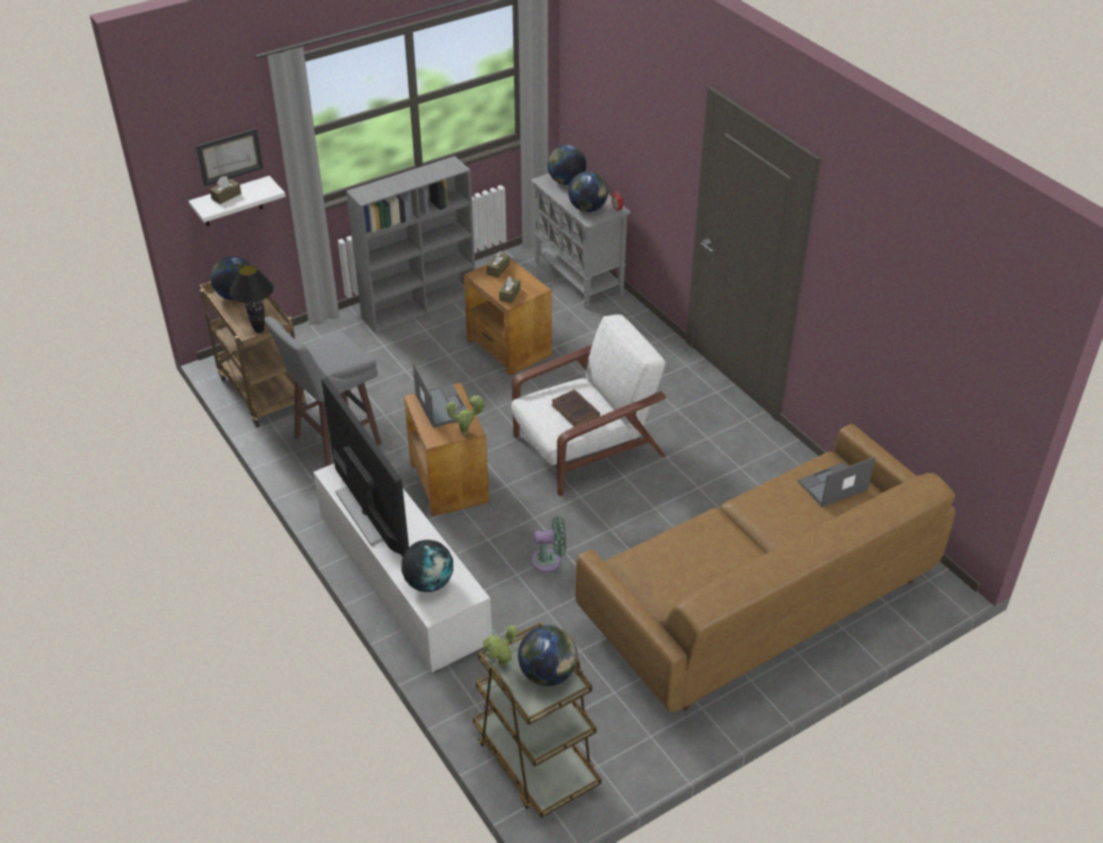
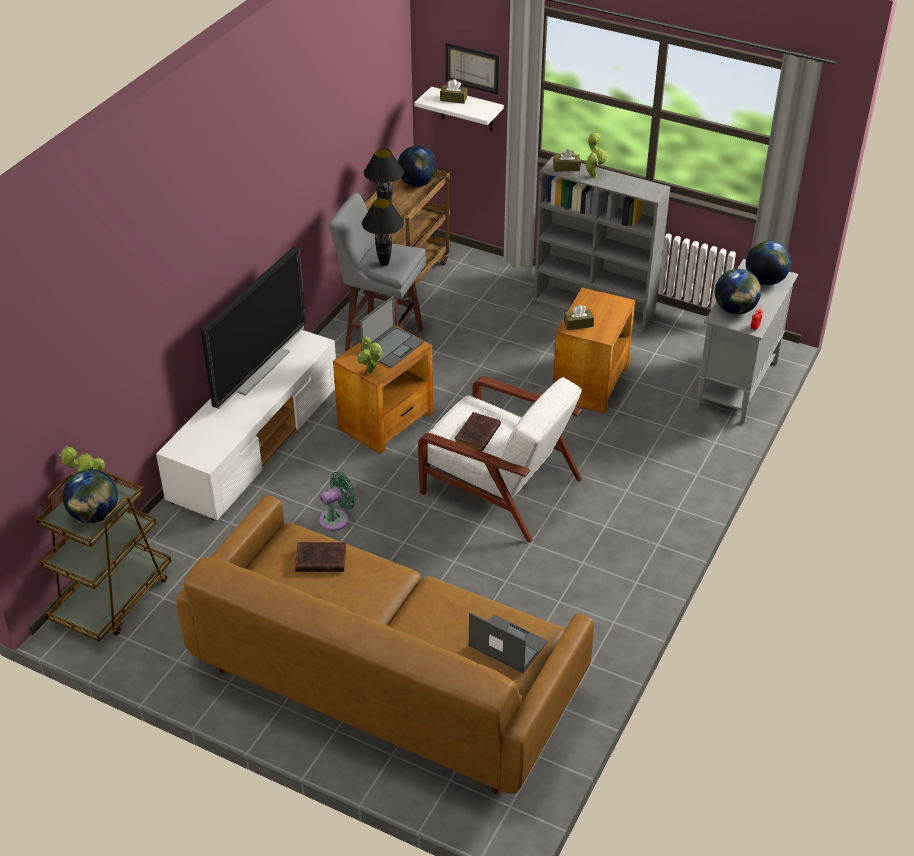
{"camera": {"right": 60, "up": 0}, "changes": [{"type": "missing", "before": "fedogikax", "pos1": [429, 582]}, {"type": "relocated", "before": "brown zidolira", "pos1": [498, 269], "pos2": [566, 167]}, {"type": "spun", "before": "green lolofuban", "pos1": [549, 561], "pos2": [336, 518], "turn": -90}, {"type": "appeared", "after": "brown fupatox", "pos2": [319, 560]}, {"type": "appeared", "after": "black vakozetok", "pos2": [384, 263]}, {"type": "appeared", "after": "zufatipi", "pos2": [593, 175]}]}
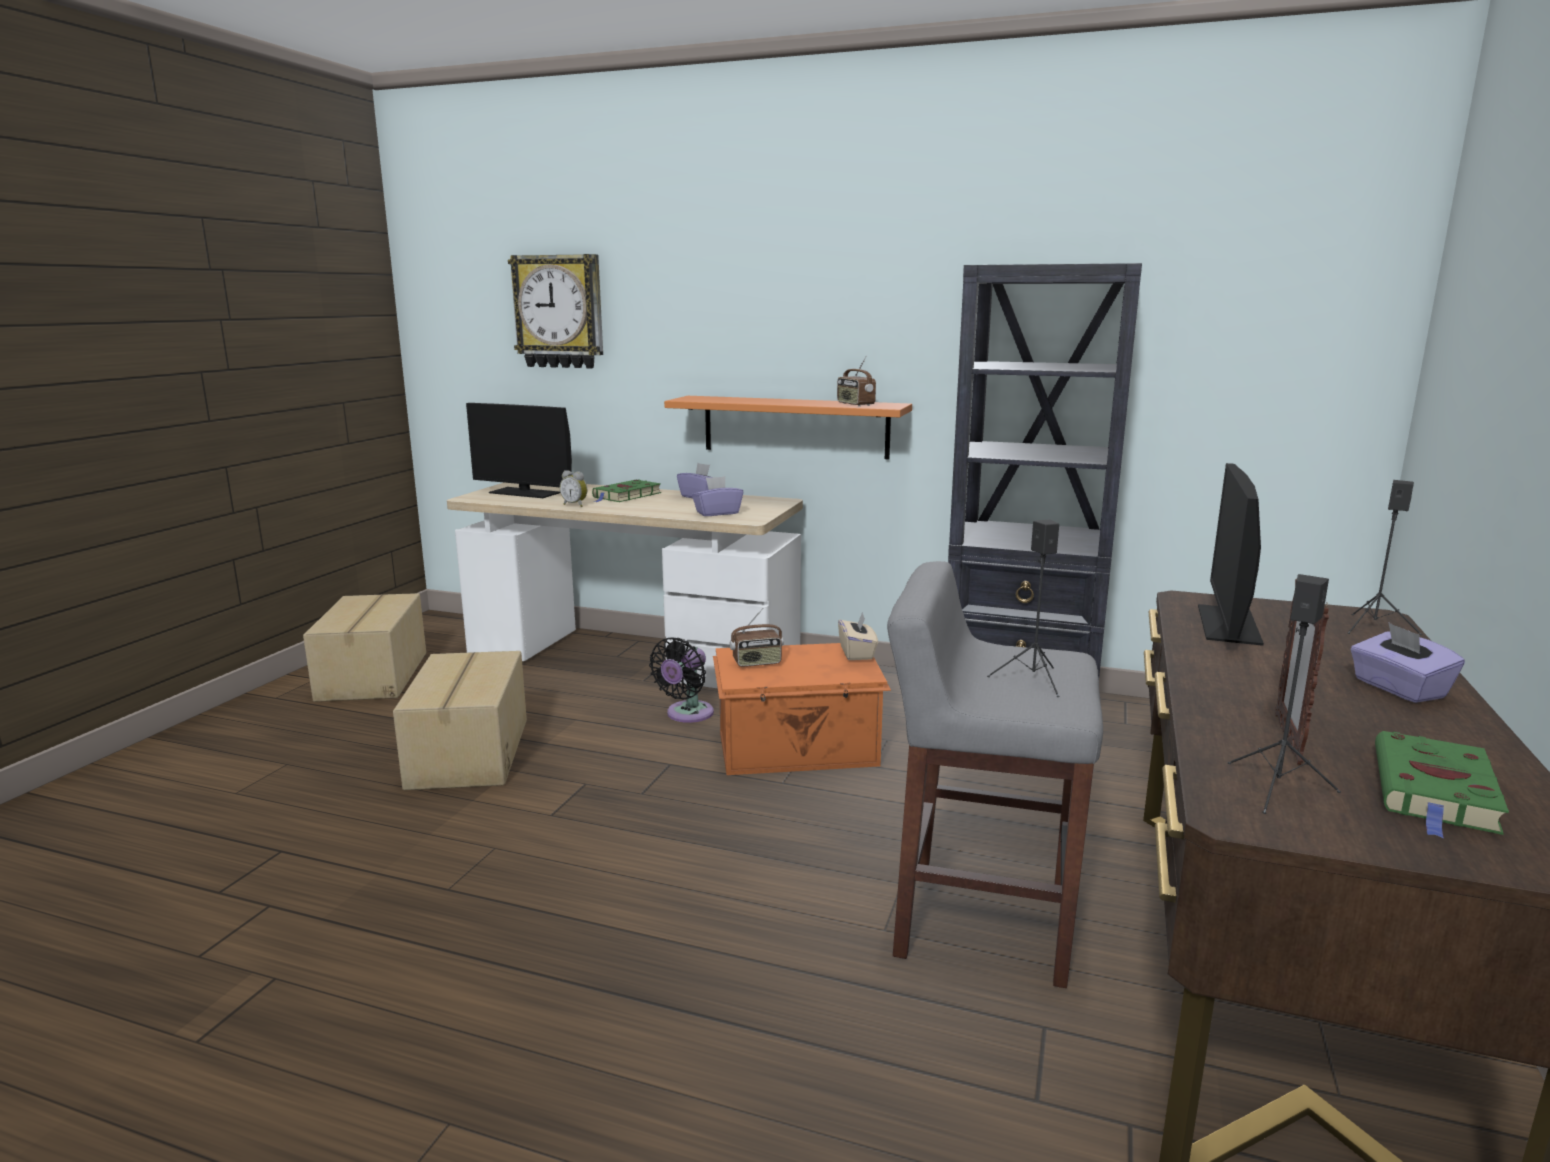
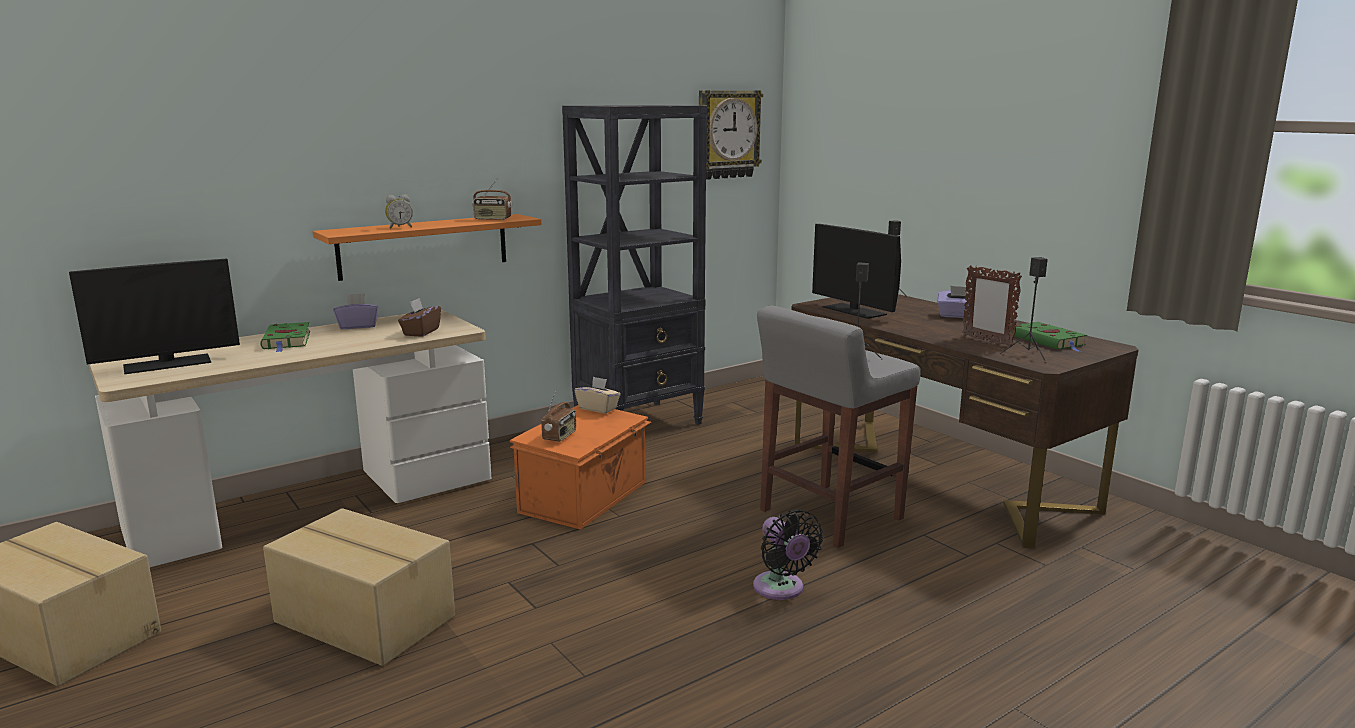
{"camera": {"right": -55, "up": 0}, "changes": [{"type": "relocated", "before": "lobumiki", "pos1": [559, 312], "pos2": [727, 134]}, {"type": "relocated", "before": "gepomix", "pos1": [575, 505], "pos2": [400, 227]}, {"type": "relocated", "before": "black lolofuban", "pos1": [687, 714], "pos2": [781, 589]}, {"type": "colour", "before": "purple zidolira", "after": "brown zidolira", "pos1": [717, 513], "pos2": [421, 332]}]}
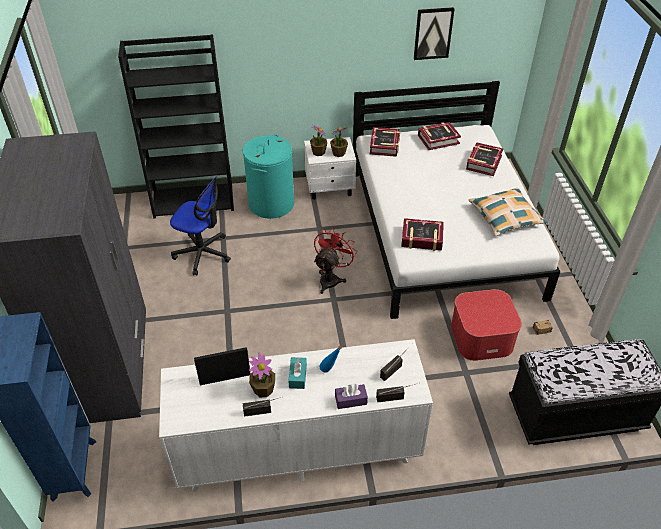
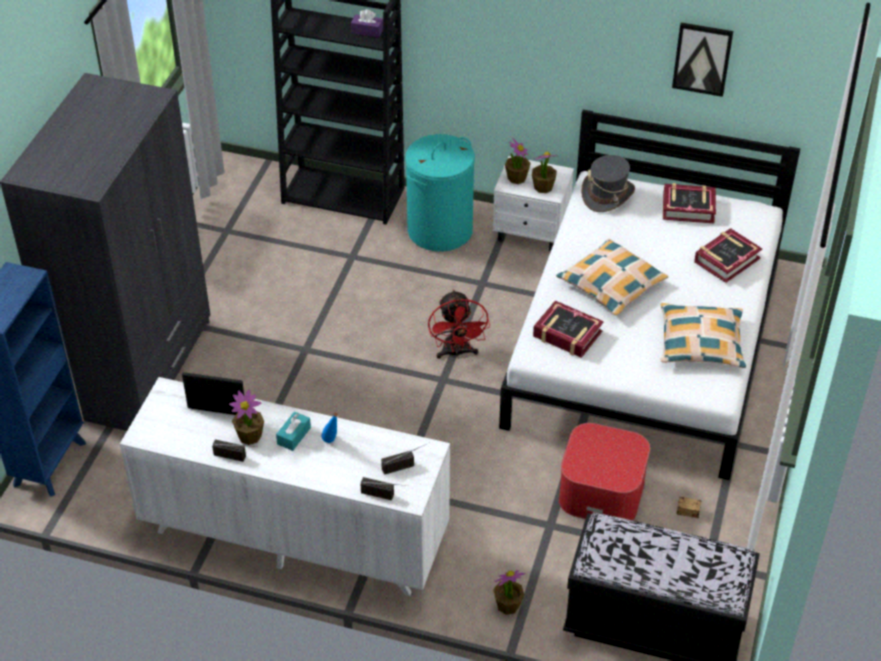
{"camera": {"right": 25, "up": 0}, "changes": [{"type": "missing", "before": "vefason", "pos1": [203, 253]}, {"type": "spun", "before": "red lolofuban", "pos1": [331, 278], "pos2": [456, 353], "turn": 120}, {"type": "relocated", "before": "purple zidolira", "pos1": [351, 400], "pos2": [367, 31]}, {"type": "exchanged", "before": "fupatox", "after": "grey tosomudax", "pos1": [385, 145], "pos2": [607, 195]}, {"type": "appeared", "after": "zufatipi", "pos2": [507, 605]}, {"type": "appeared", "after": "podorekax", "pos2": [611, 284]}]}
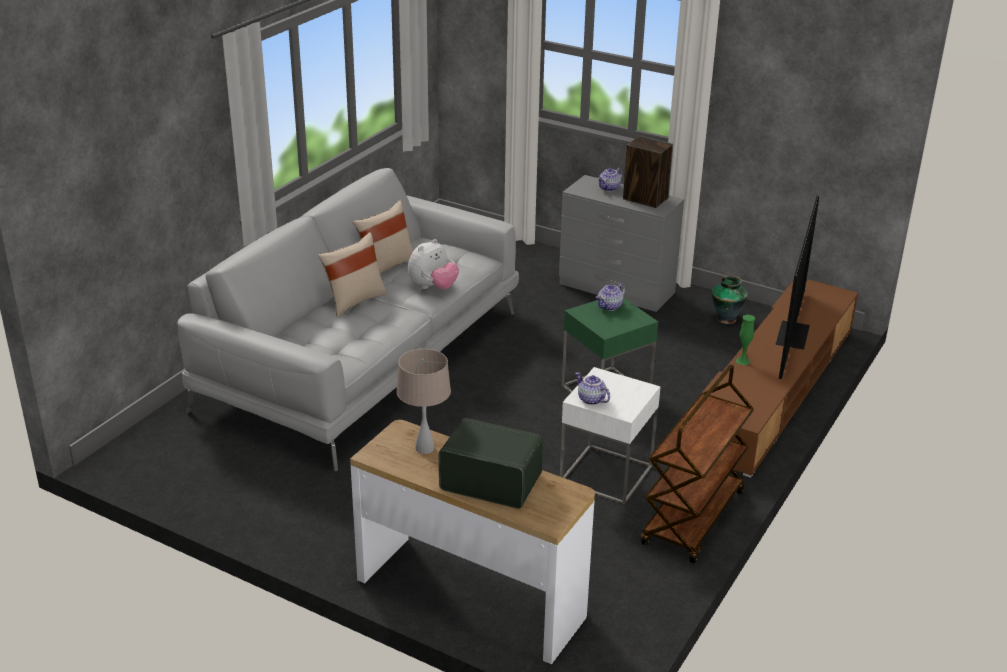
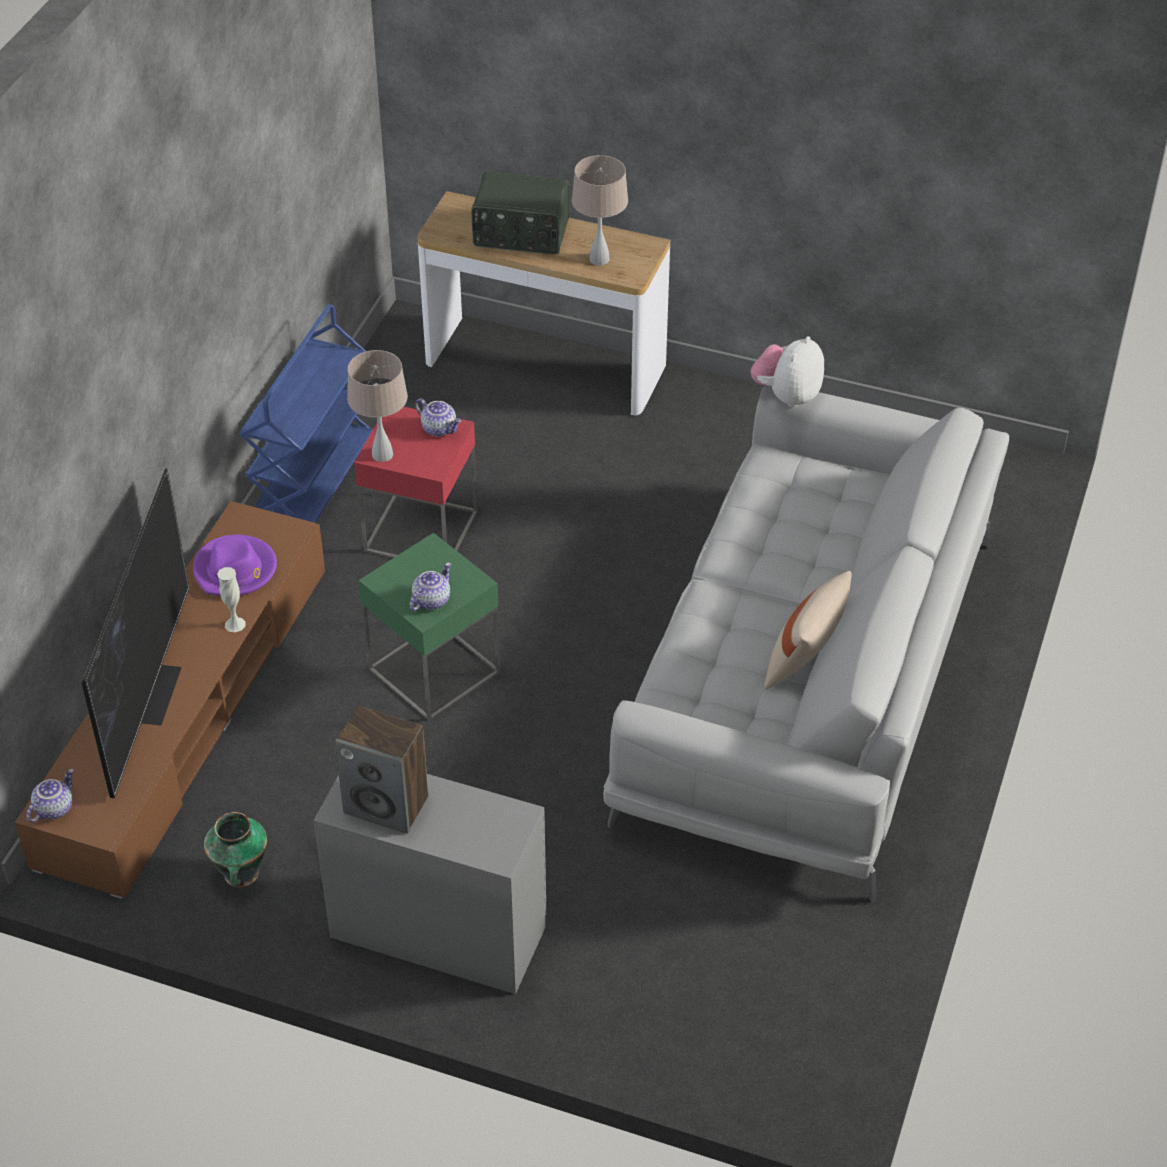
{"camera": {"right": 170, "up": 15}, "changes": [{"type": "missing", "before": "beige podorekax", "pos1": [354, 301]}, {"type": "relocated", "before": "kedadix", "pos1": [433, 287], "pos2": [787, 395]}, {"type": "colour", "before": "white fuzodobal", "after": "red fuzodobal", "pos1": [606, 474], "pos2": [421, 531]}, {"type": "relocated", "before": "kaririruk", "pos1": [609, 188], "pos2": [54, 808]}, {"type": "colour", "before": "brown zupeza", "after": "blue zupeza", "pos1": [693, 519], "pos2": [313, 485]}, {"type": "colour", "before": "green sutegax", "after": "white sutegax", "pos1": [743, 361], "pos2": [235, 624]}, {"type": "appeared", "after": "purple tosomudax", "pos2": [235, 570]}, {"type": "appeared", "after": "beige vakozetok", "pos2": [382, 454]}]}
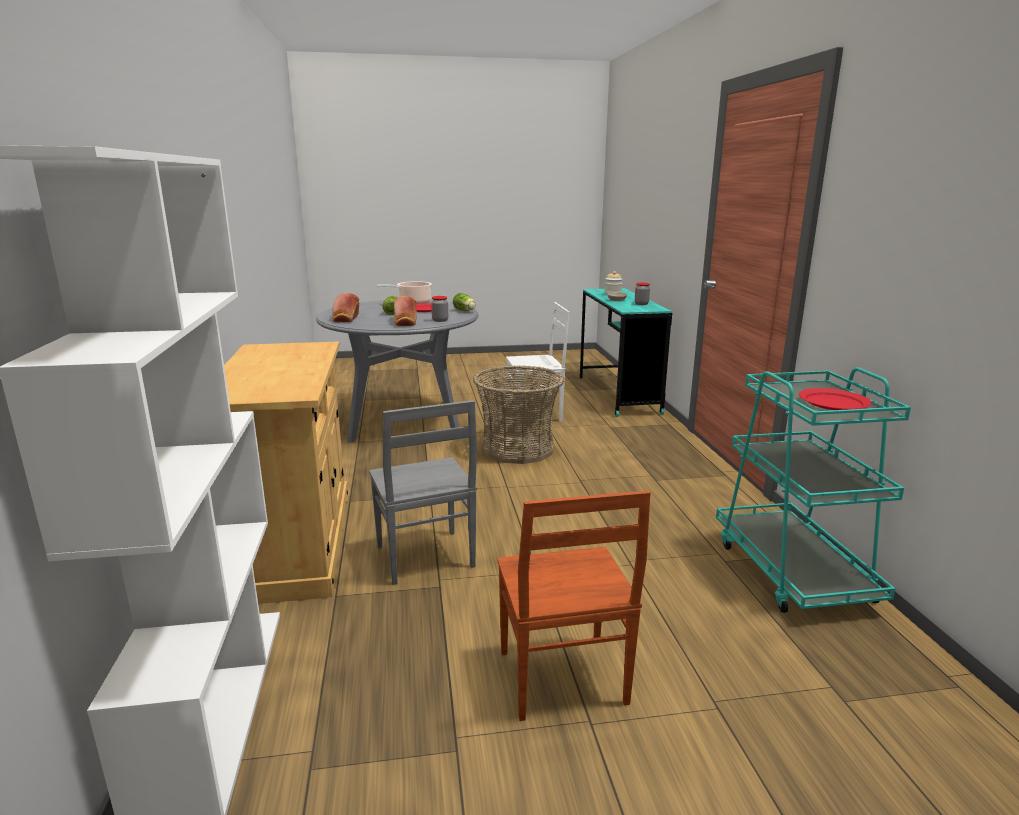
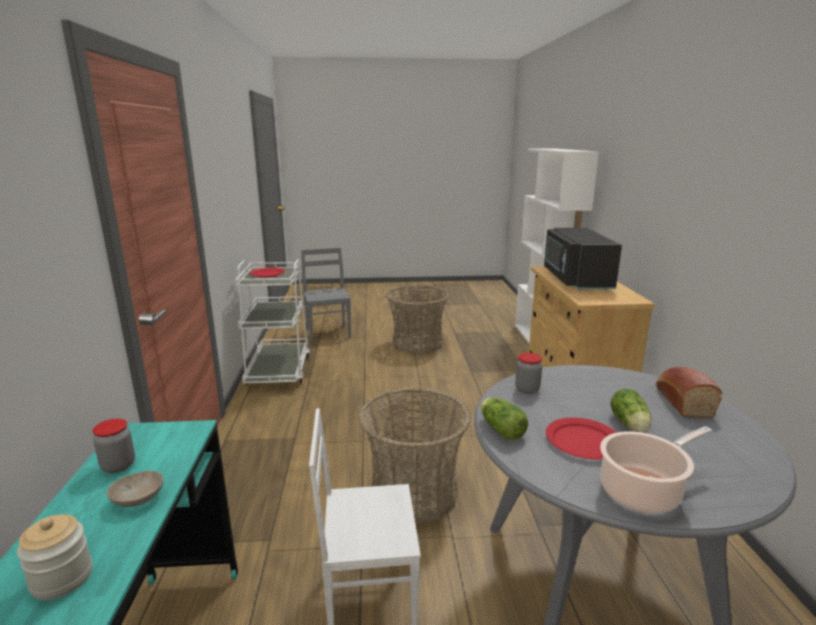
{"camera": {"right": -175, "up": 0}, "changes": [{"type": "relocated", "before": "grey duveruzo", "pos1": [424, 558], "pos2": [329, 333]}, {"type": "missing", "before": "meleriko", "pos1": [405, 322]}, {"type": "exchanged", "before": "brown duveruzo", "after": "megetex", "pos1": [560, 679], "pos2": [417, 343]}, {"type": "colour", "before": "turquoise zupeza", "after": "white zupeza", "pos1": [792, 571], "pos2": [279, 371]}, {"type": "appeared", "after": "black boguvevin", "pos2": [575, 280]}]}
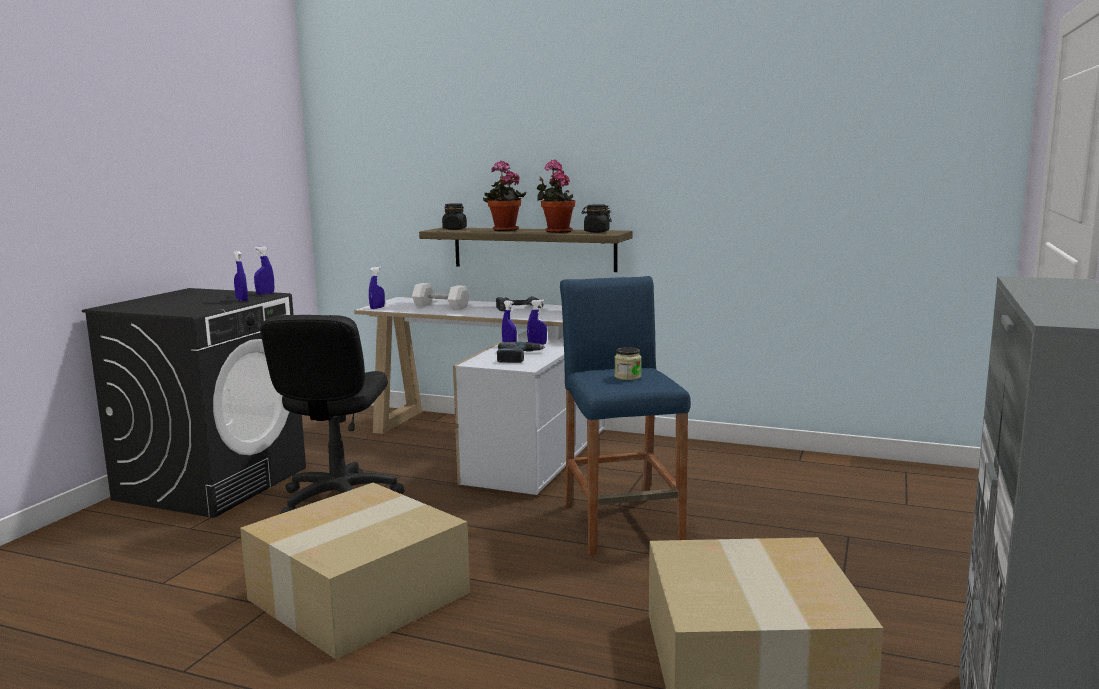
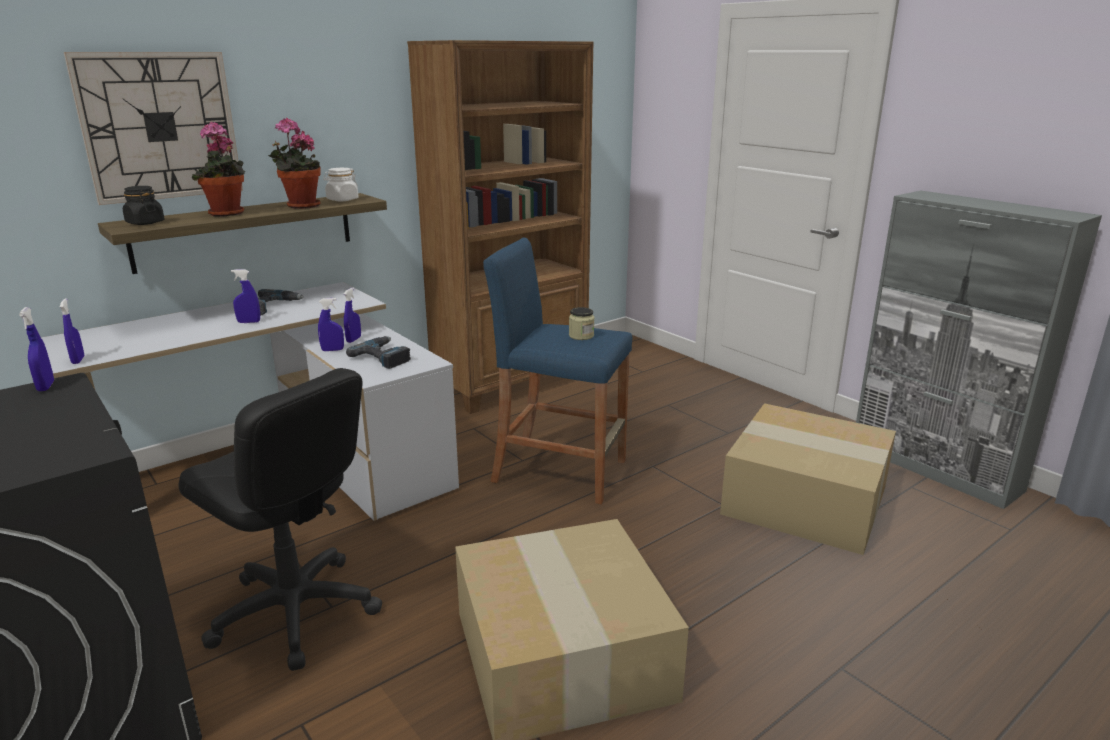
{"camera": {"right": -60, "up": 10}, "changes": [{"type": "relocated", "before": "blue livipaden", "pos1": [242, 300], "pos2": [249, 322]}, {"type": "missing", "before": "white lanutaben", "pos1": [441, 306]}, {"type": "colour", "before": "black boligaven", "after": "white boligaven", "pos1": [596, 232], "pos2": [342, 200]}, {"type": "appeared", "after": "lobumiki", "pos2": [160, 126]}, {"type": "appeared", "after": "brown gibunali", "pos2": [512, 384]}]}
